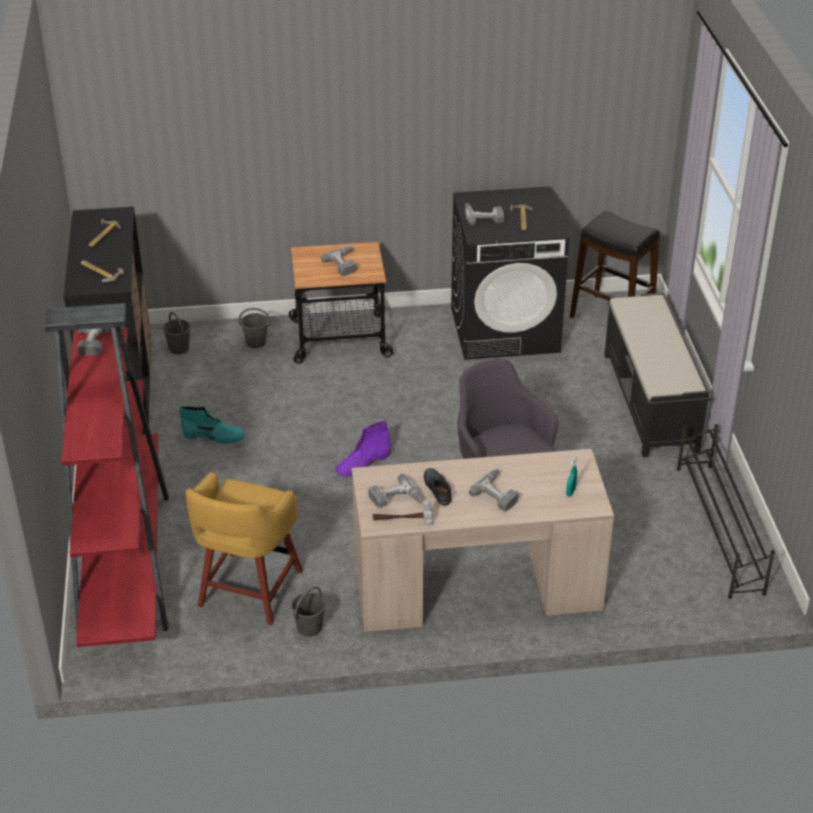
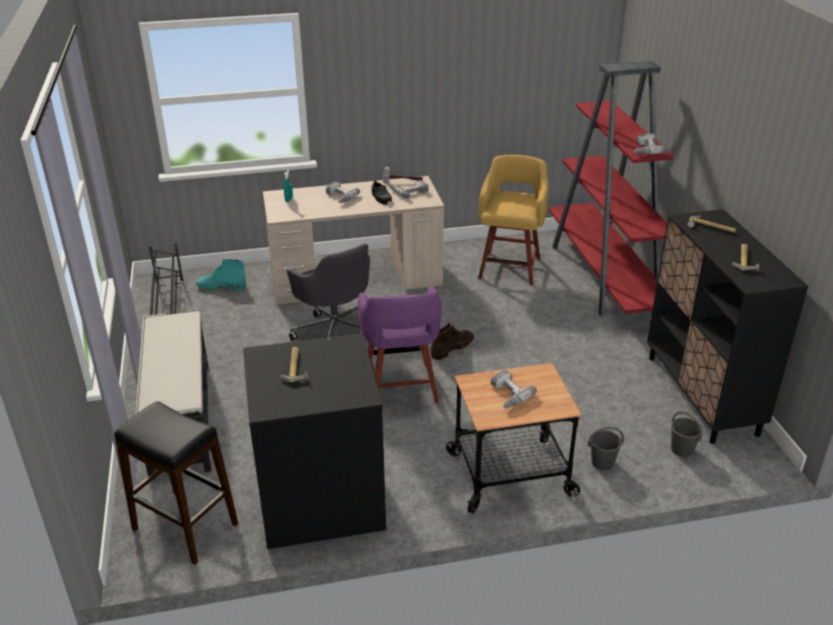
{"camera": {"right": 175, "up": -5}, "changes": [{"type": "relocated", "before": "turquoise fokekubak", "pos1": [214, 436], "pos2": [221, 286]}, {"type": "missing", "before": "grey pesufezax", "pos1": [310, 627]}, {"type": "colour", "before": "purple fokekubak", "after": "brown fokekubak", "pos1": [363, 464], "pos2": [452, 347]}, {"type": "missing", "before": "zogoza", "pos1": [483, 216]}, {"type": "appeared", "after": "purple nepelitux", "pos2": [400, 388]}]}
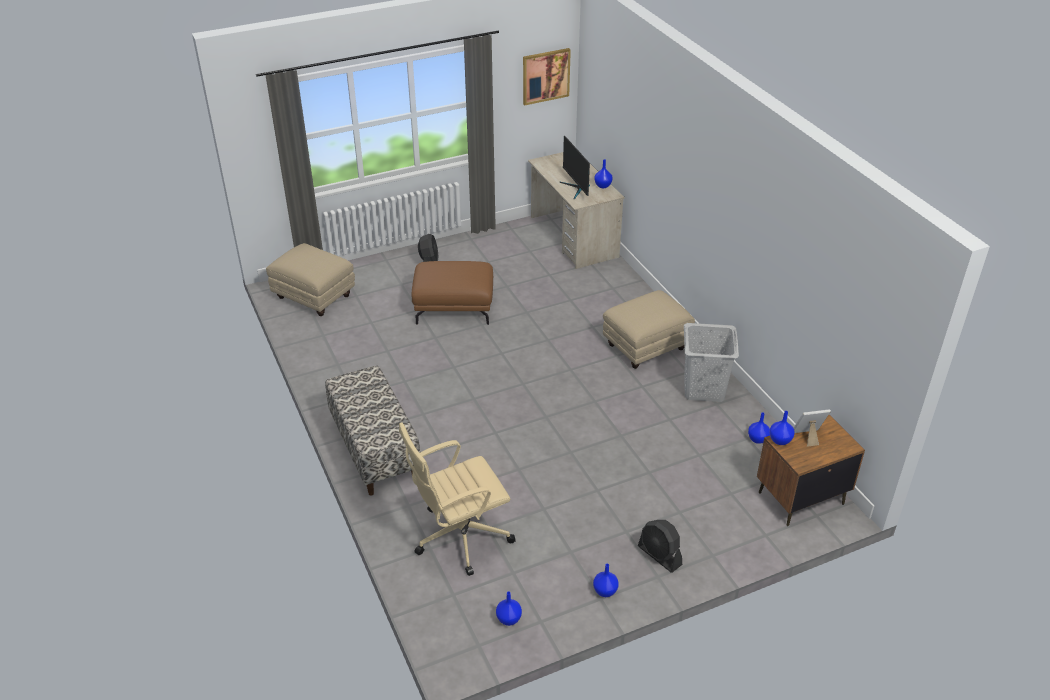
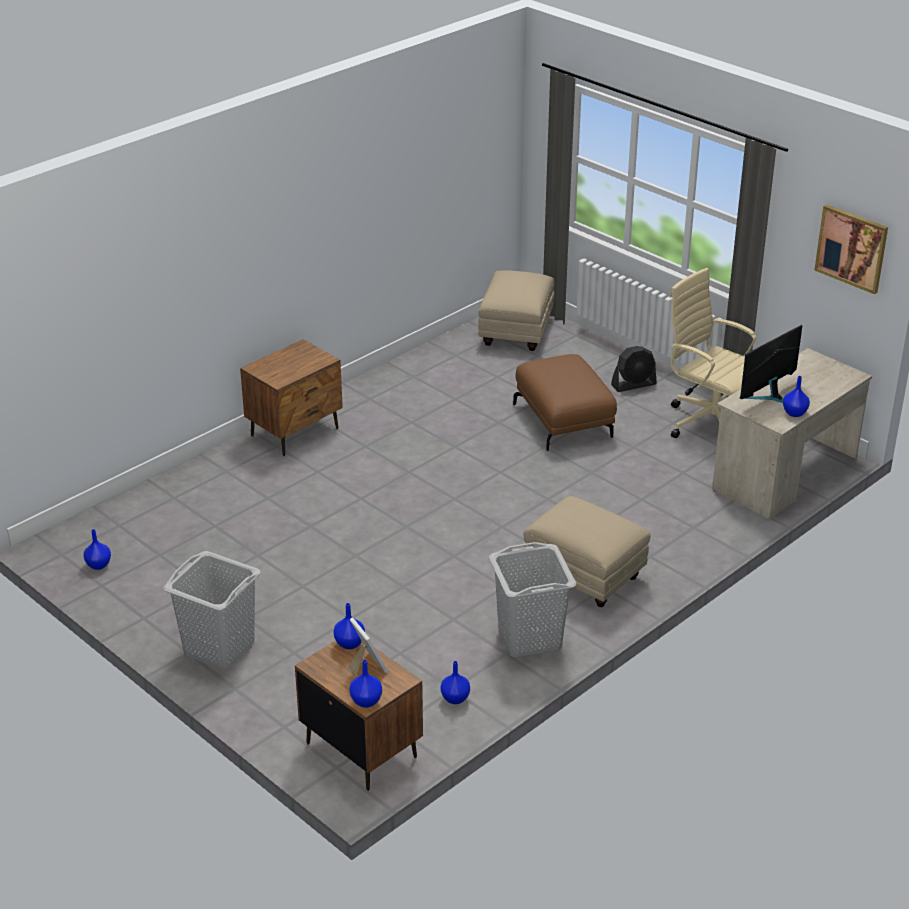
{"camera": {"right": 70, "up": -5}, "changes": [{"type": "exchanged", "before": "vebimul", "after": "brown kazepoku", "pos1": [374, 450], "pos2": [295, 432]}, {"type": "relocated", "before": "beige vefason", "pos1": [459, 537], "pos2": [710, 422]}, {"type": "relocated", "before": "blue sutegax", "pos1": [605, 591], "pos2": [365, 701]}, {"type": "exchanged", "before": "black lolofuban", "after": "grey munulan", "pos1": [659, 556], "pos2": [219, 648]}]}
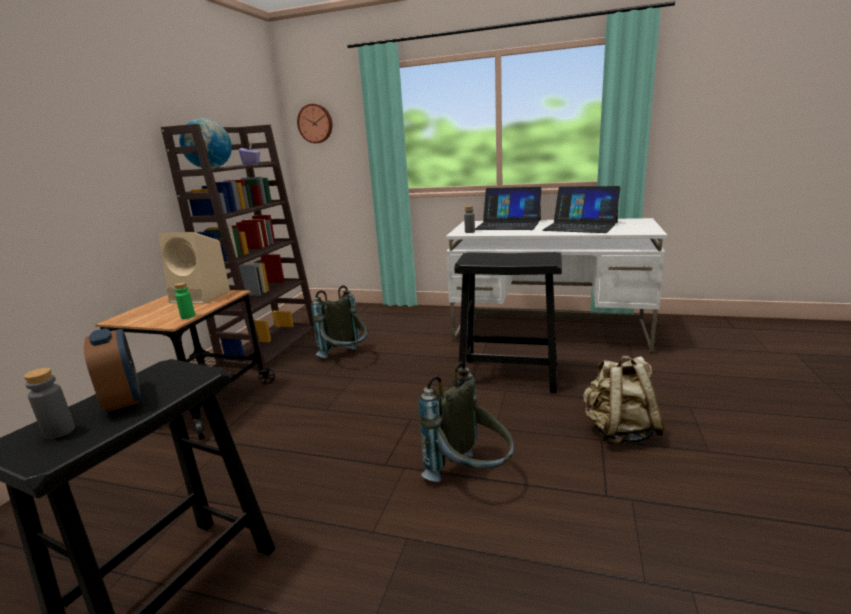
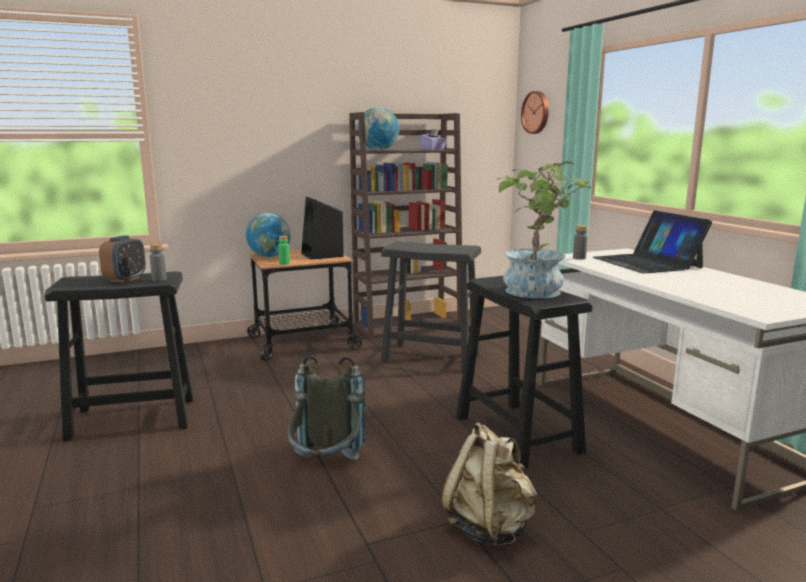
{"camera": {"right": 50, "up": -5}, "changes": [{"type": "relocated", "before": "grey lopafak", "pos1": [59, 431], "pos2": [159, 280]}, {"type": "colour", "before": "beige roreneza", "after": "black roreneza", "pos1": [202, 296], "pos2": [323, 255]}, {"type": "exchanged", "before": "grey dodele", "after": "black nepelitux", "pos1": [346, 358], "pos2": [431, 357]}, {"type": "missing", "before": "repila", "pos1": [580, 226]}, {"type": "appeared", "after": "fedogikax", "pos2": [269, 256]}, {"type": "appeared", "after": "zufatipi", "pos2": [538, 293]}]}
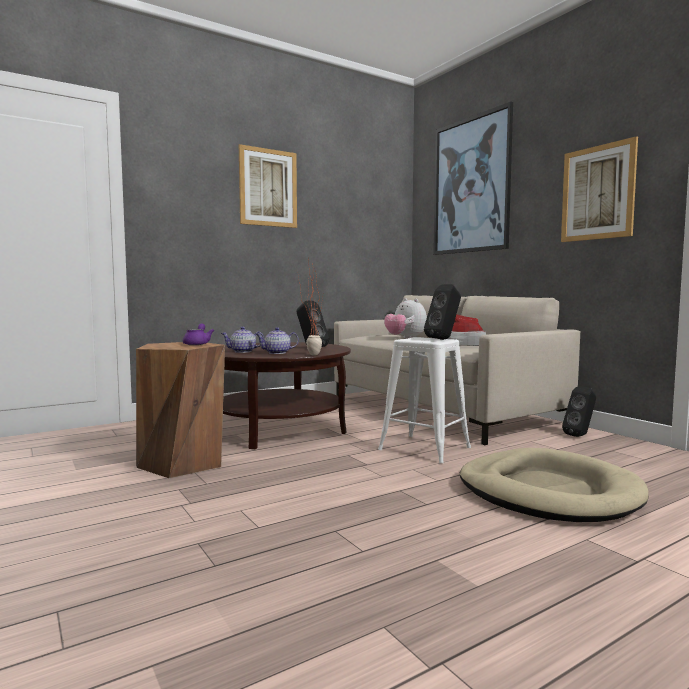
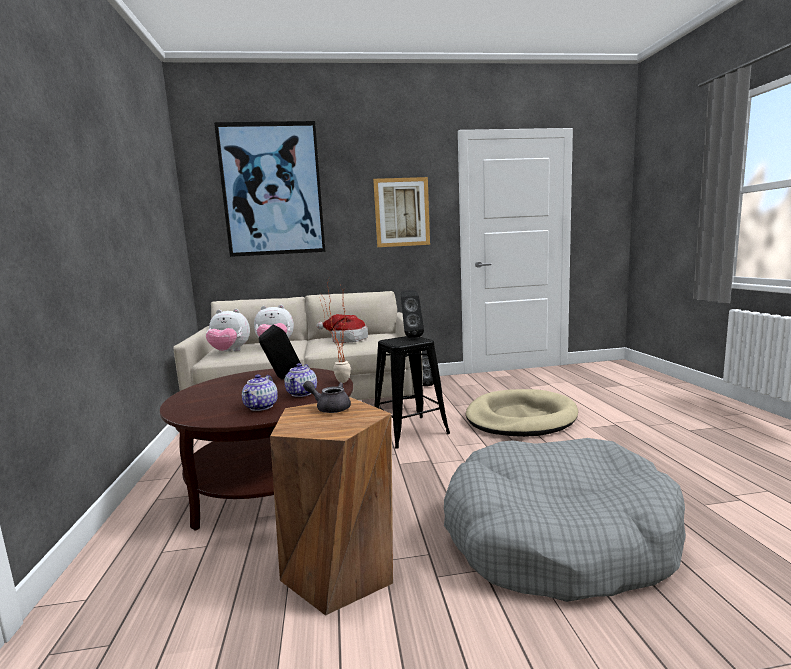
{"camera": {"right": -65, "up": 5}, "changes": [{"type": "colour", "before": "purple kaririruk", "after": "grey kaririruk", "pos1": [197, 344], "pos2": [330, 408]}, {"type": "missing", "before": "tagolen", "pos1": [268, 188]}, {"type": "colour", "before": "white nepelitux", "after": "black nepelitux", "pos1": [424, 448], "pos2": [410, 431]}, {"type": "appeared", "after": "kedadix", "pos2": [229, 352]}, {"type": "appeared", "after": "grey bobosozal", "pos2": [557, 537]}]}
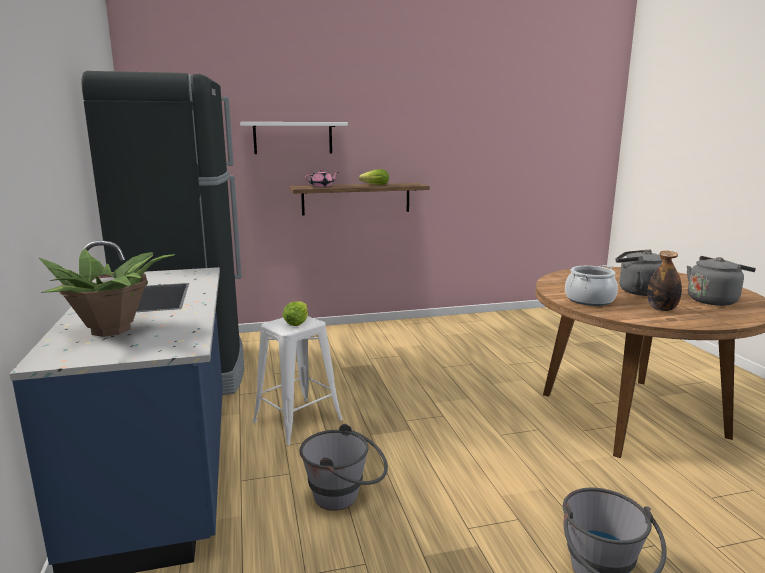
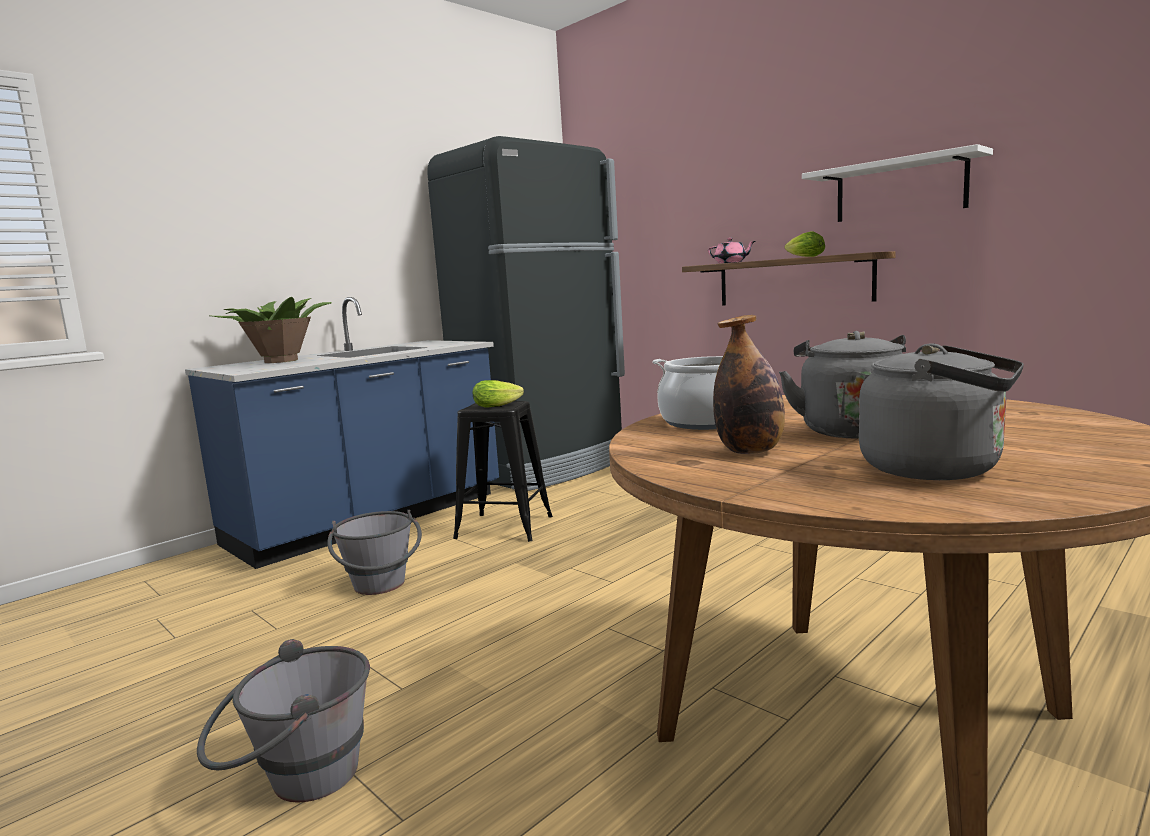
{"camera": {"right": 60, "up": -5}, "changes": [{"type": "relocated", "before": "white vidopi", "pos1": [293, 138], "pos2": [899, 189]}, {"type": "colour", "before": "white nepelitux", "after": "black nepelitux", "pos1": [297, 421], "pos2": [503, 527]}]}
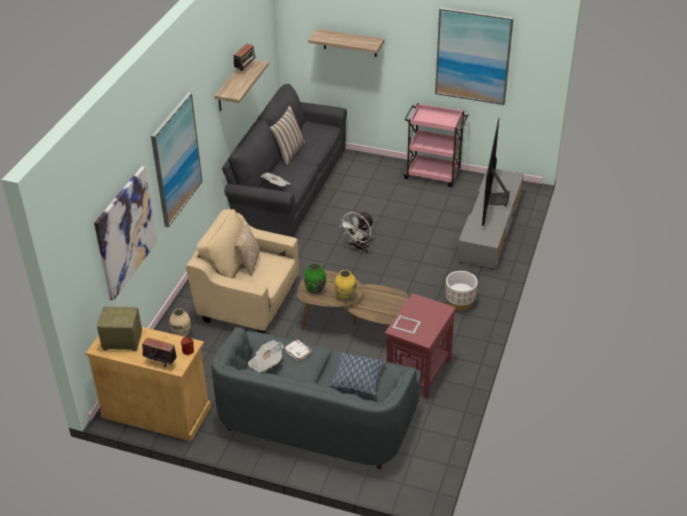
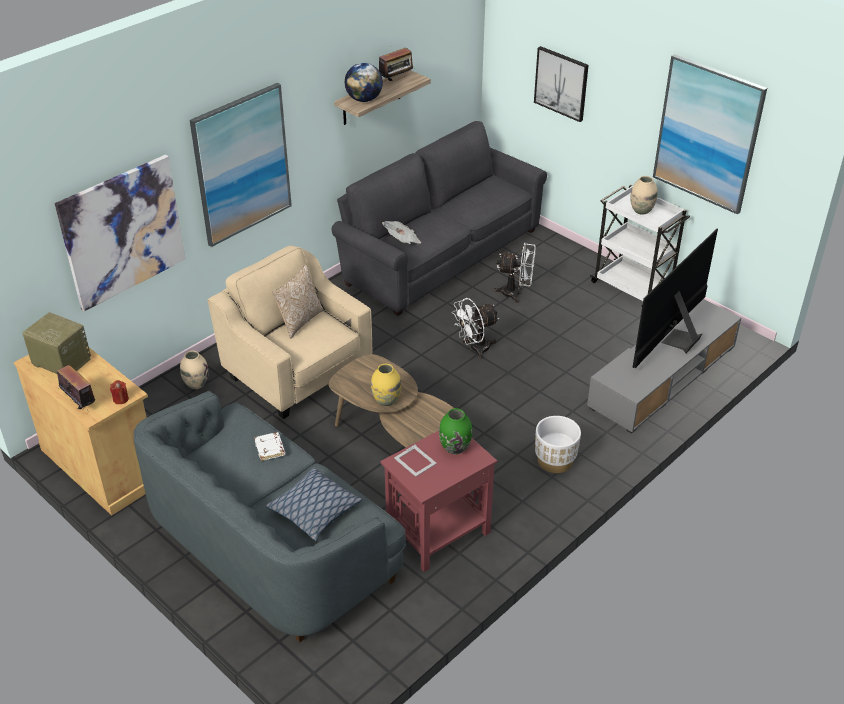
{"camera": {"right": 25, "up": 0}, "changes": [{"type": "missing", "before": "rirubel", "pos1": [266, 363]}, {"type": "missing", "before": "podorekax", "pos1": [288, 152]}, {"type": "relocated", "before": "green sutegax", "pos1": [315, 289], "pos2": [455, 447]}, {"type": "exchanged", "before": "vidopi", "after": "tagolen", "pos1": [350, 43], "pos2": [561, 83]}, {"type": "colour", "before": "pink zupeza", "after": "white zupeza", "pos1": [433, 174], "pos2": [632, 287]}, {"type": "appeared", "after": "fedogikax", "pos2": [364, 99]}, {"type": "appeared", "after": "white lolofuban", "pos2": [516, 293]}, {"type": "appeared", "after": "beige sutegax", "pos2": [641, 210]}]}
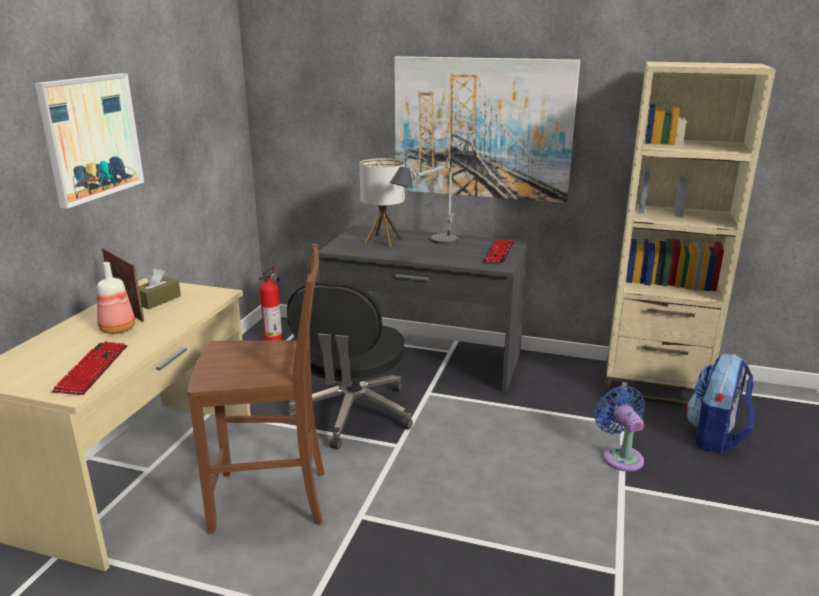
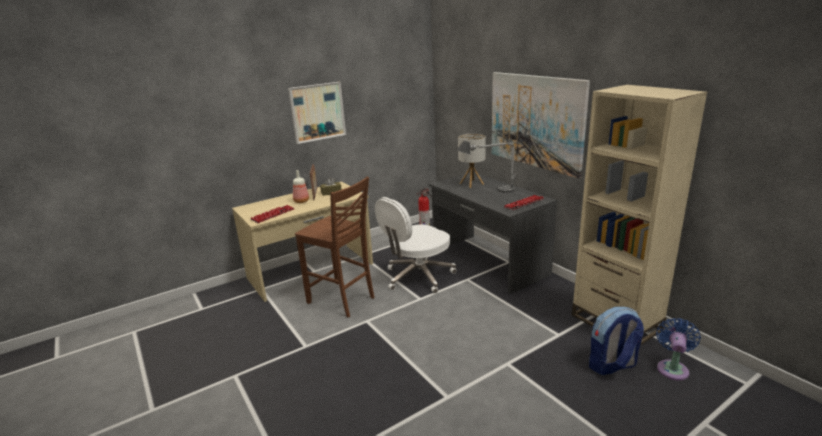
{"camera": {"right": 40, "up": 0}, "changes": [{"type": "colour", "before": "black vefason", "after": "white vefason", "pos1": [353, 414], "pos2": [418, 277]}, {"type": "relocated", "before": "blue lolofuban", "pos1": [620, 456], "pos2": [672, 368]}]}
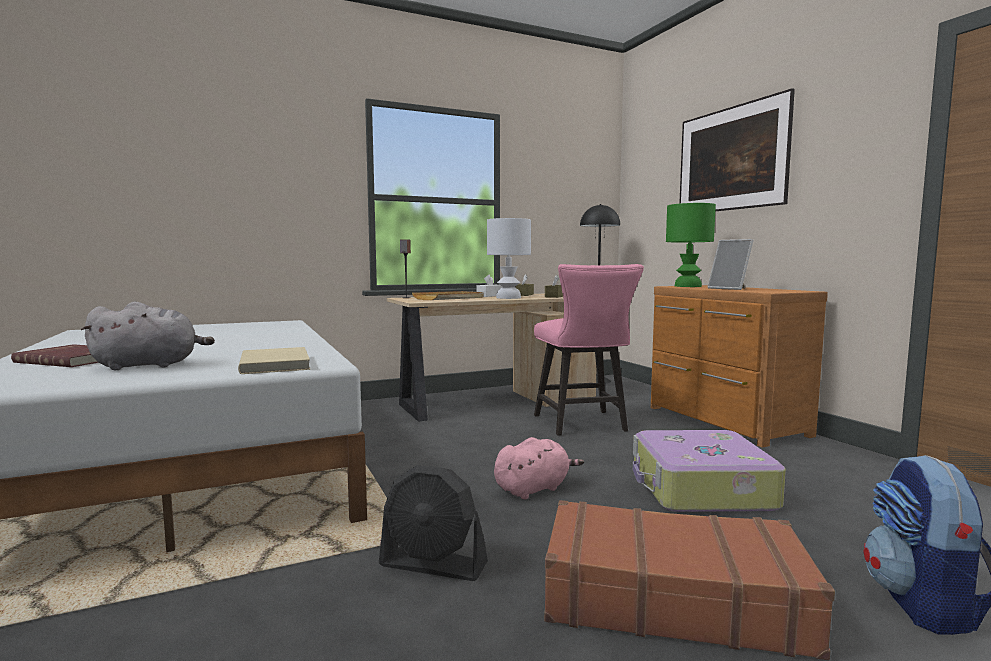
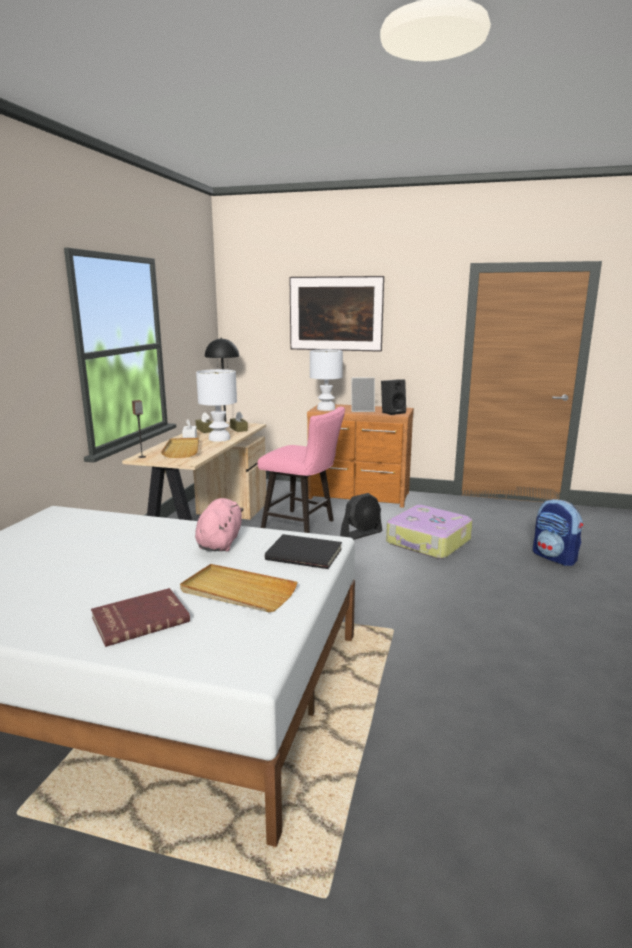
{"camera": {"right": -50, "up": 10}, "changes": [{"type": "exchanged", "before": "grey kedadix", "after": "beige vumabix", "pos1": [150, 365], "pos2": [237, 592]}, {"type": "colour", "before": "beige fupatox", "after": "black fupatox", "pos1": [277, 364], "pos2": [304, 554]}, {"type": "relocated", "before": "black lolofuban", "pos1": [433, 565], "pos2": [361, 534]}, {"type": "relocated", "before": "pink kedadix", "pos1": [534, 489], "pos2": [220, 542]}, {"type": "missing", "before": "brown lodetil", "pos1": [671, 598]}, {"type": "colour", "before": "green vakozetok", "after": "white vakozetok", "pos1": [687, 286], "pos2": [325, 409]}, {"type": "appeared", "after": "black roreneza", "pos2": [393, 412]}]}
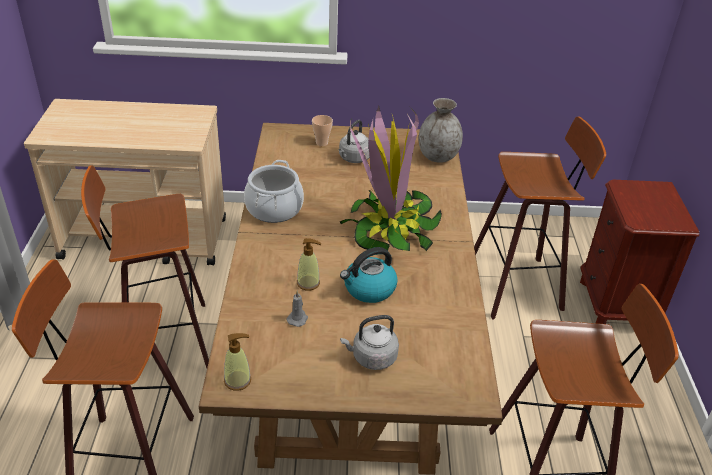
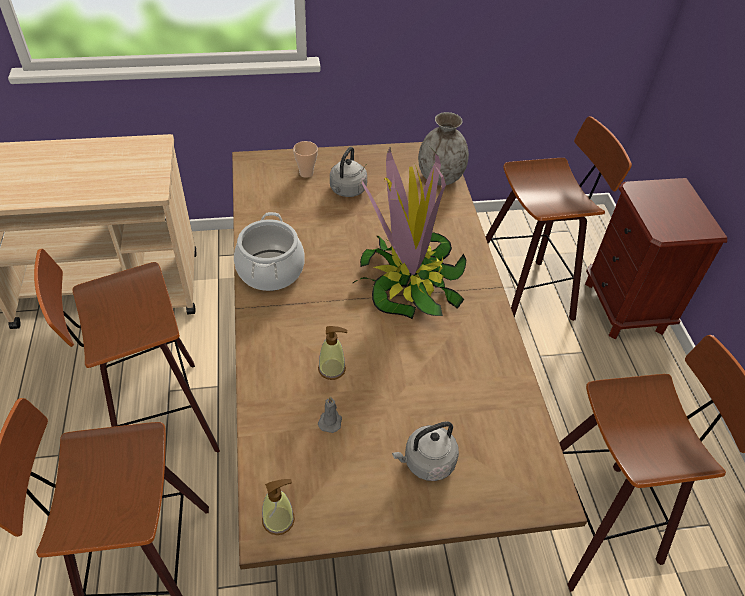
{"camera": {"right": -10, "up": 10}, "changes": [{"type": "missing", "before": "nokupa", "pos1": [369, 289]}]}
